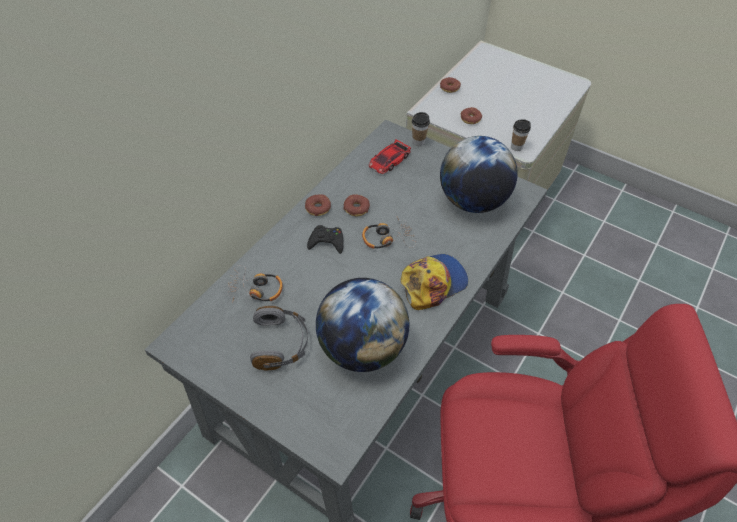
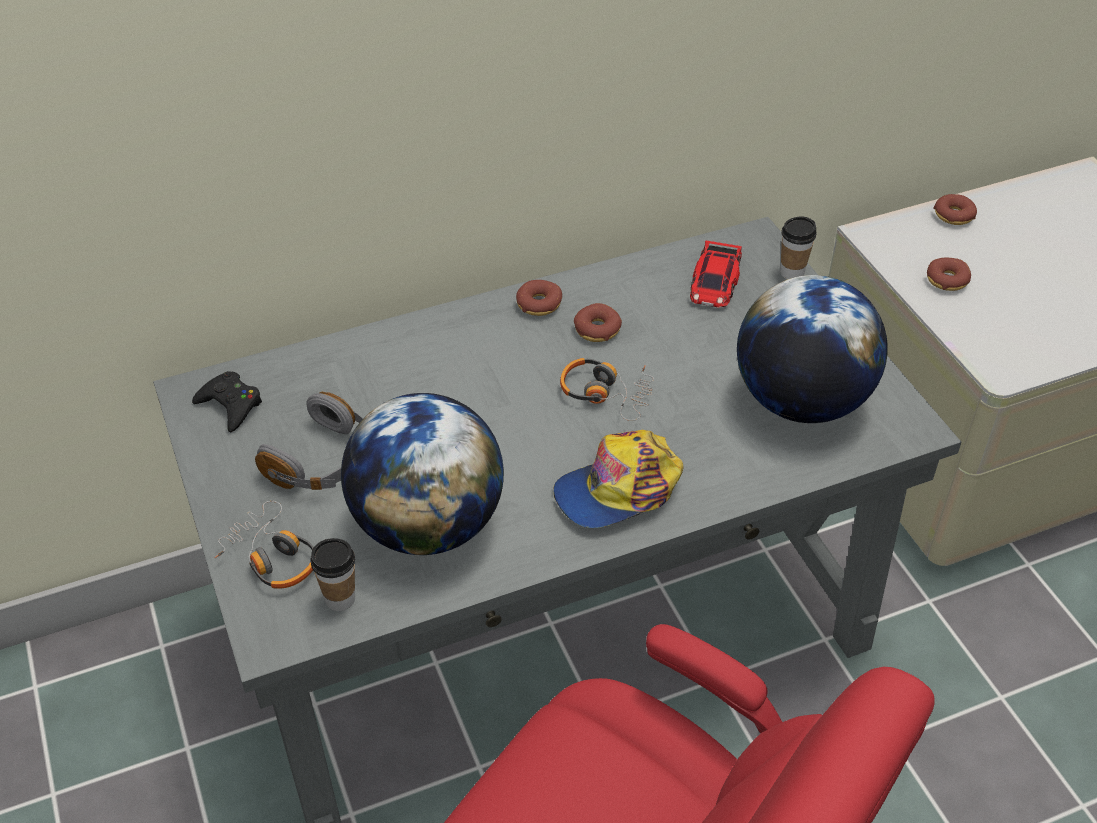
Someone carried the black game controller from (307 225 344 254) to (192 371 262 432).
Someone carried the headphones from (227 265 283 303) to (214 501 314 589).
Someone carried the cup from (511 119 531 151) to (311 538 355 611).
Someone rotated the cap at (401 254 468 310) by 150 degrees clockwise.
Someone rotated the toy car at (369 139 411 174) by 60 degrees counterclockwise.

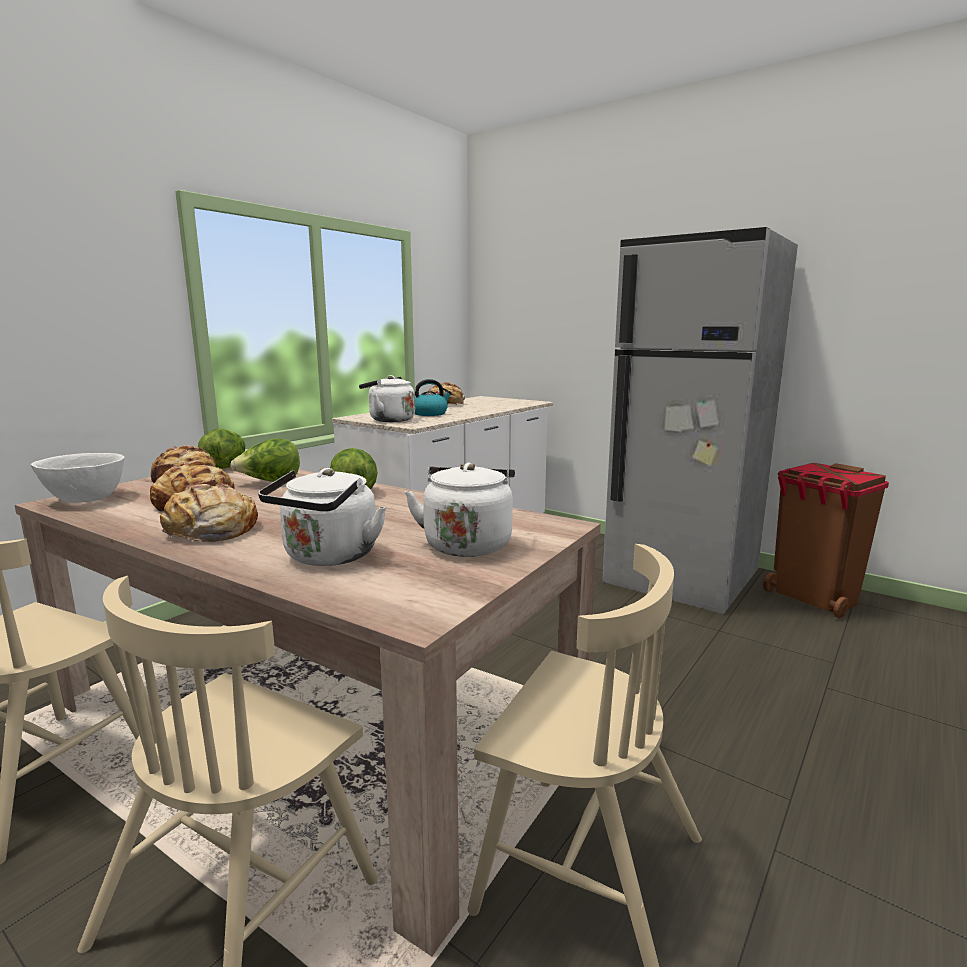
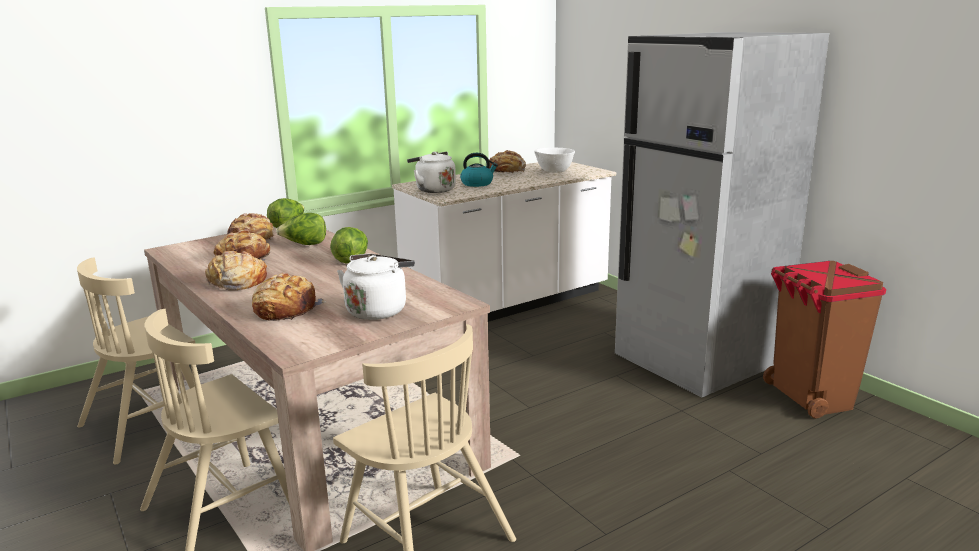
Someone swapped the white kettle at (258 468 386 566) for the bread at (252 273 326 321).
Someone carried the white bowl from (31 453 125 503) to (534 147 575 173).

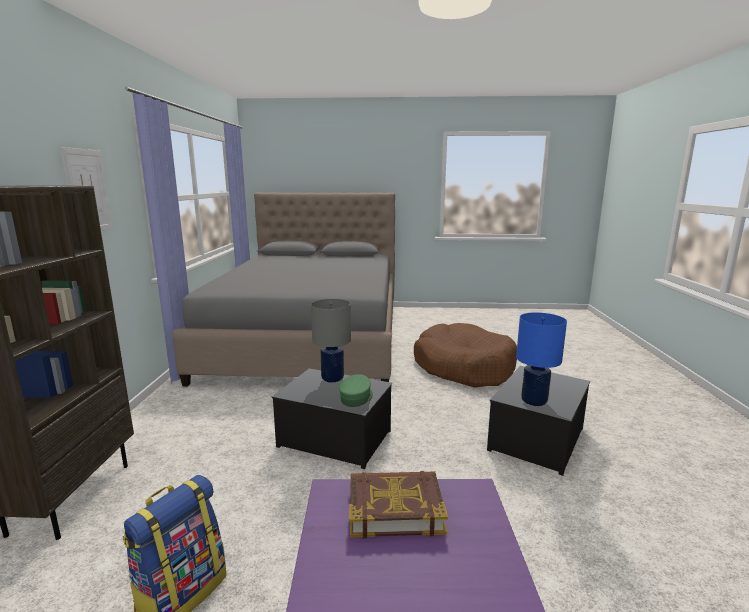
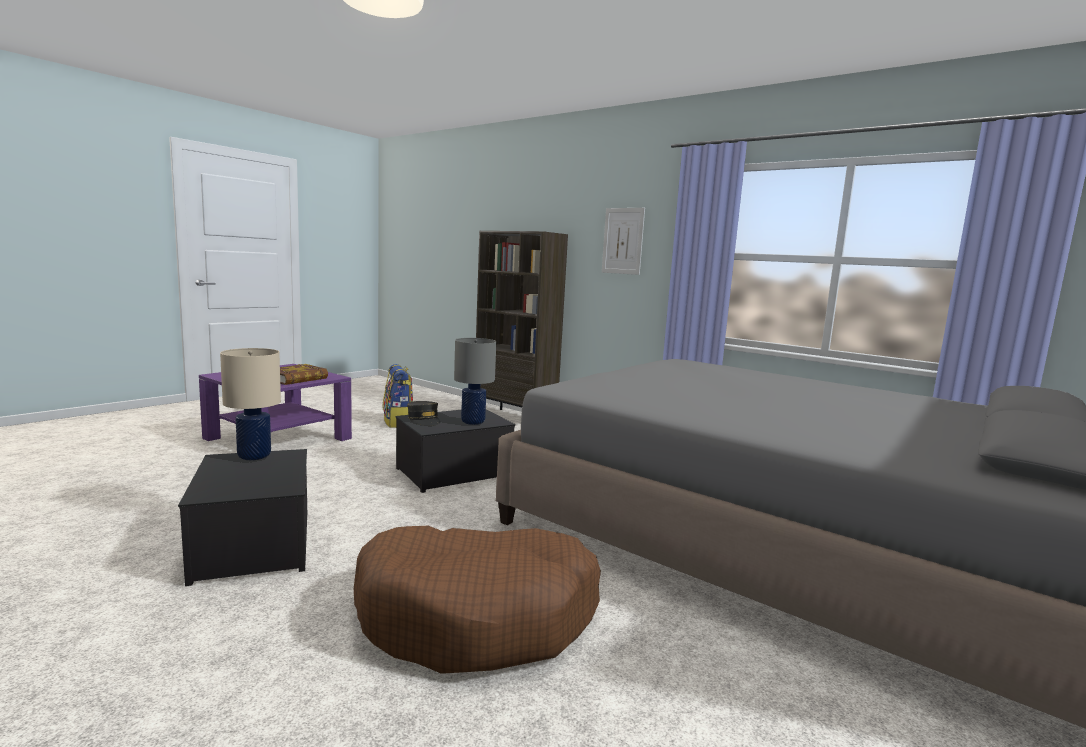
Someone repainted the blue table lamp at (516 312 567 406), which became the beige table lamp at (220 348 281 461).
Someone repainted the green cap at (339 374 373 407), which became the grey cap at (407 401 440 426).

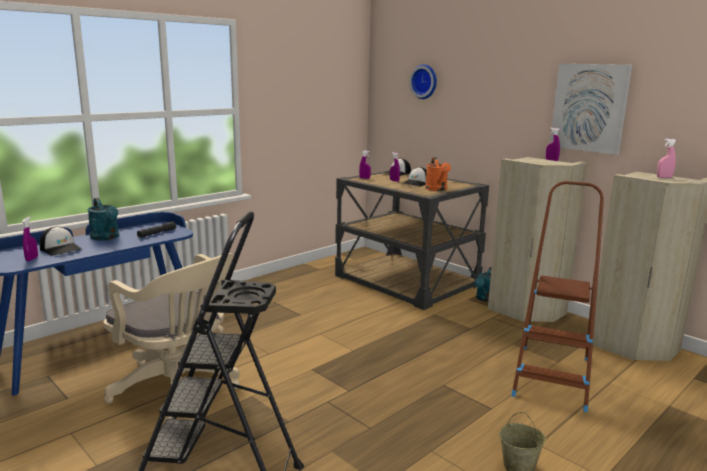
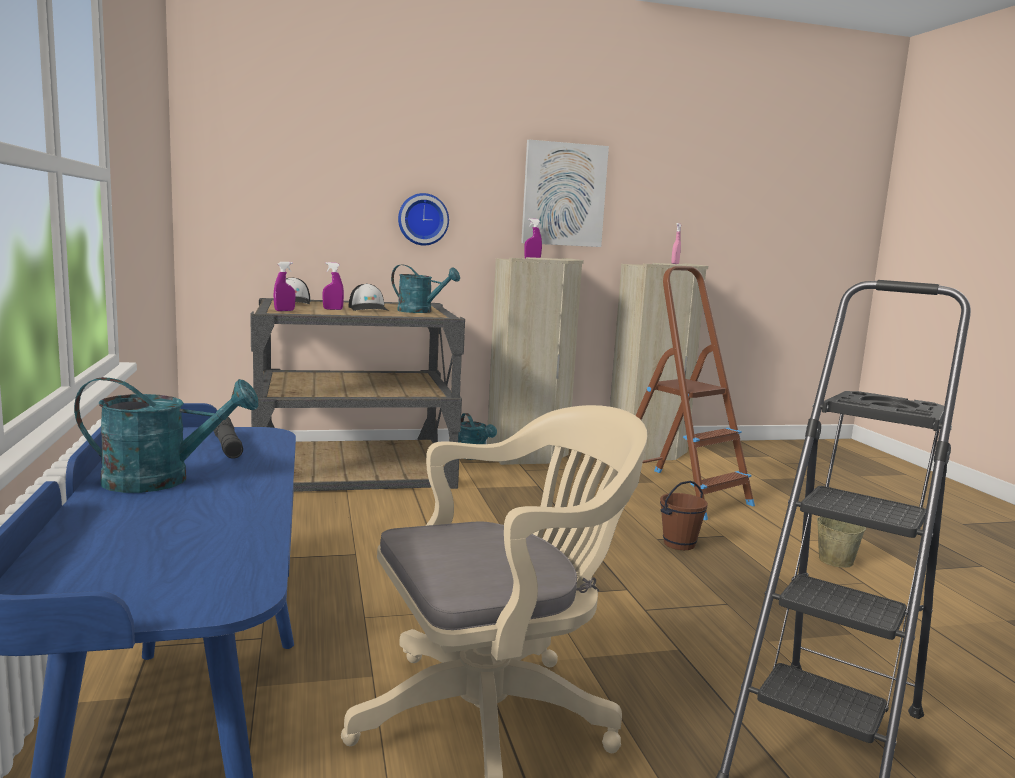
Someone repainted the orange watering can at (425 157 451 191), which became the turquoise watering can at (391 265 460 313).
Someone carried the wall clock from (409 64 437 99) to (398 193 449 245).
Someone put down the brown bucket at (660 481 708 550).
Someone took away the purple spray bottle at (22 217 38 261).
Someone took away the cap at (40 227 82 256).

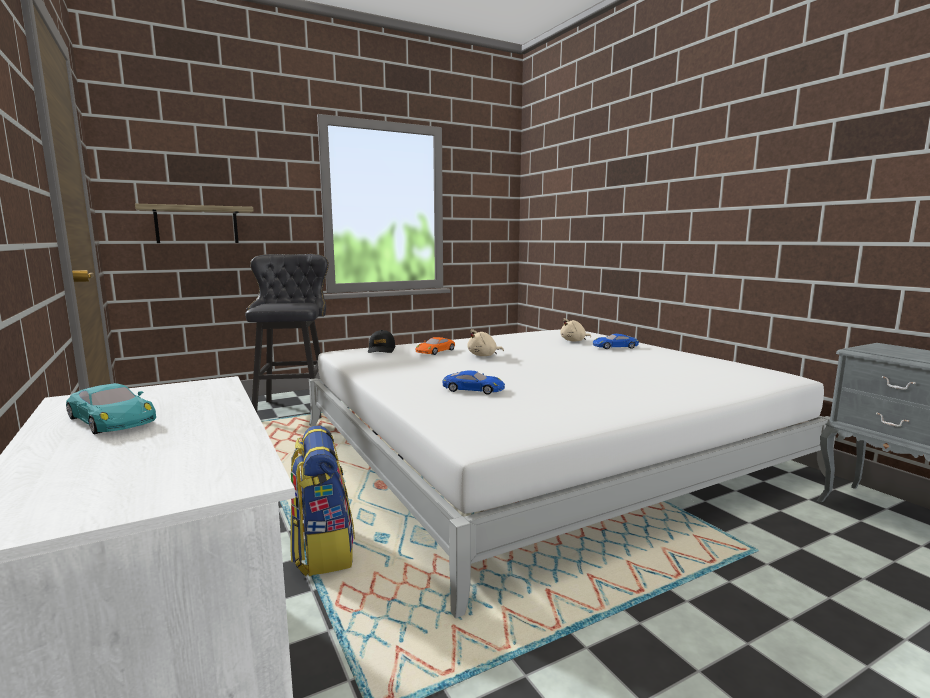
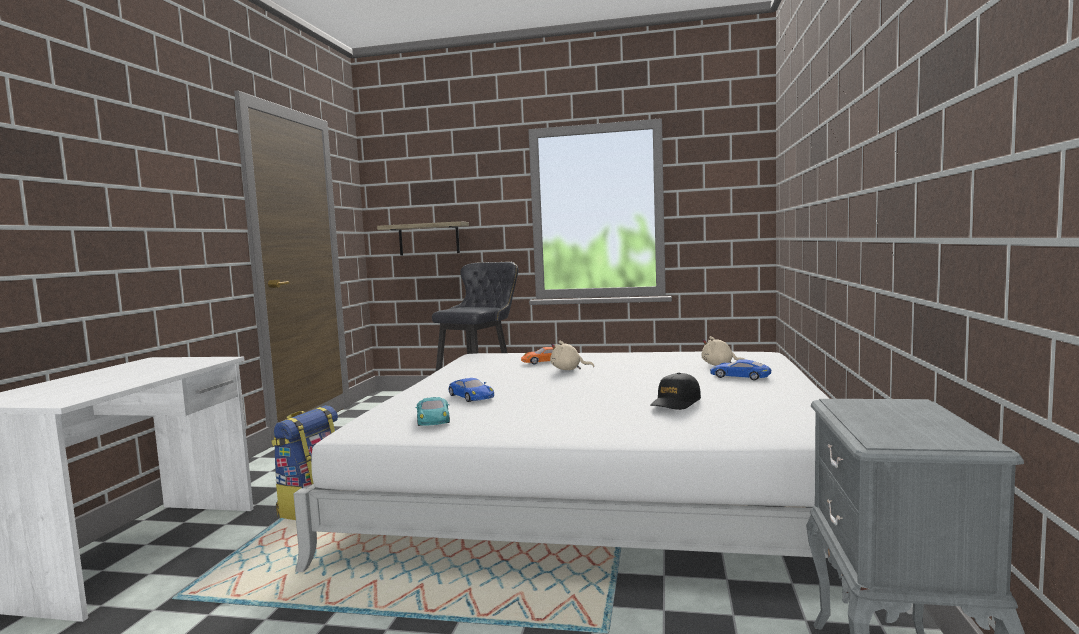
Someone carried the turquoise toy car from (66 383 156 434) to (416 397 450 426).
Someone carried the black cap from (368 330 395 353) to (650 373 701 410).

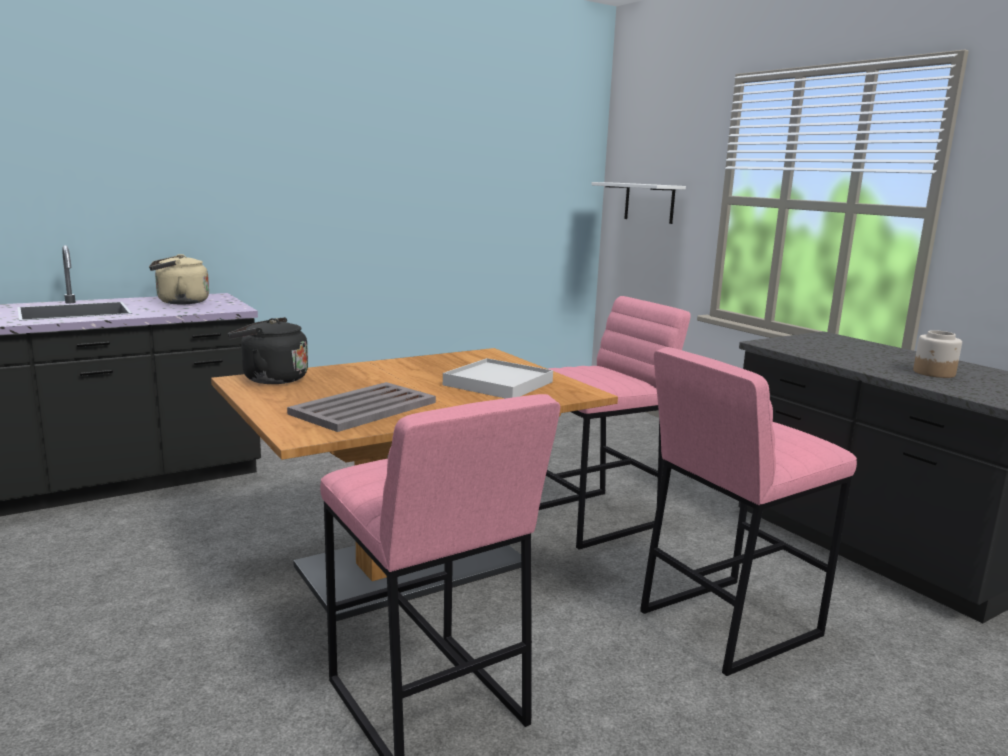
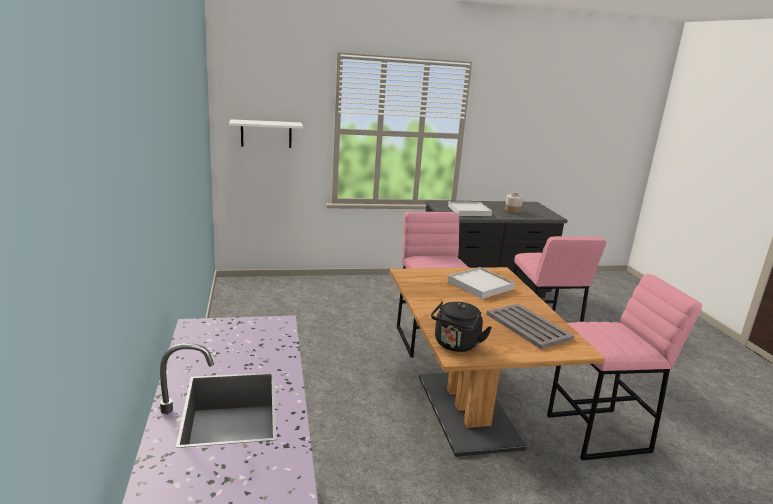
Someone put down the white tray at (448 201 492 216).
Someone took away the beige kettle at (149 254 209 304).

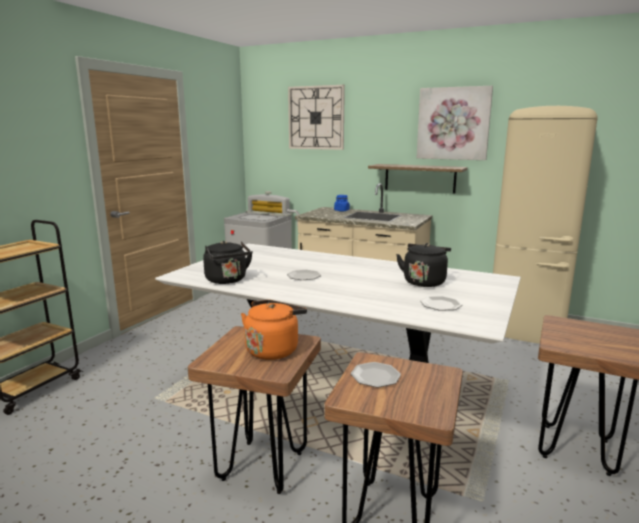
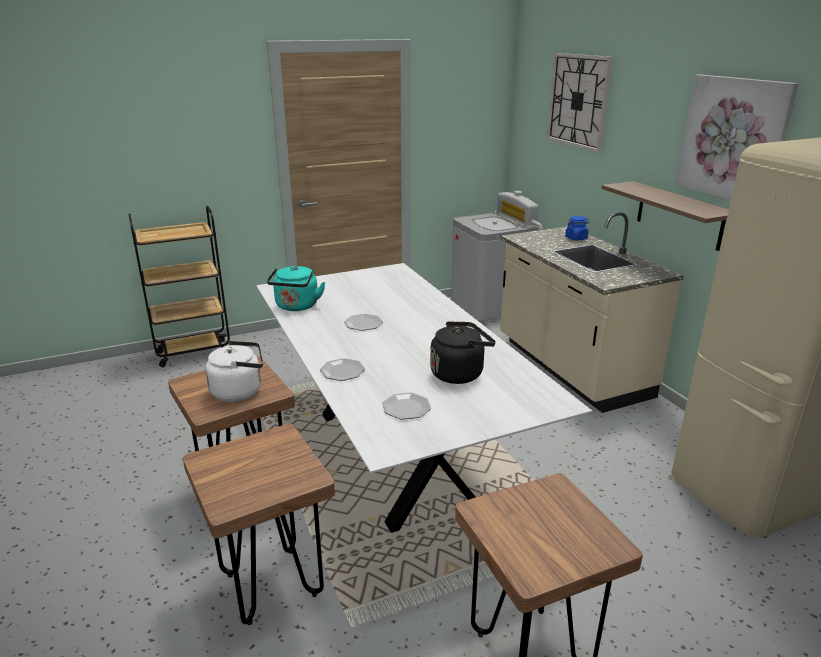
Someone repainted the orange kettle at (241 300 307 360), which became the white kettle at (205 341 263 402).
Someone repainted the black kettle at (203 241 253 284), which became the turquoise kettle at (267 266 325 311).
Someone carried the plate from (351 362 401 387) to (320 358 365 381).

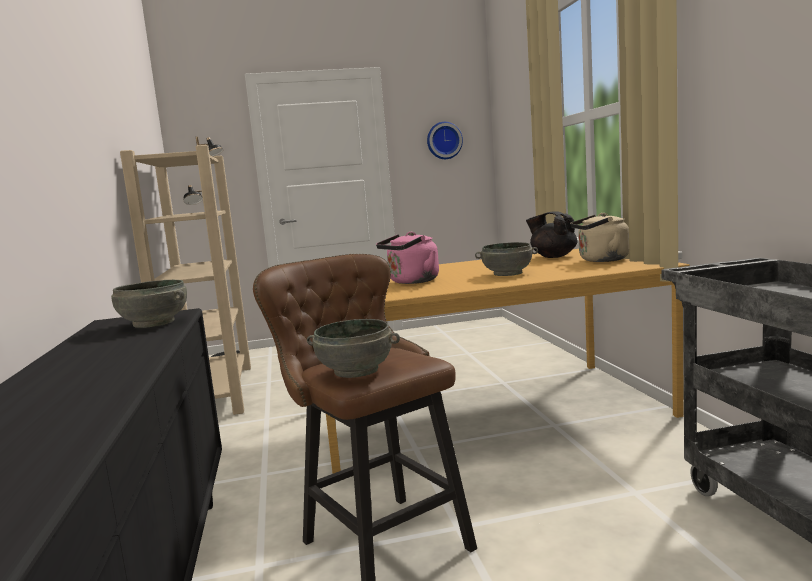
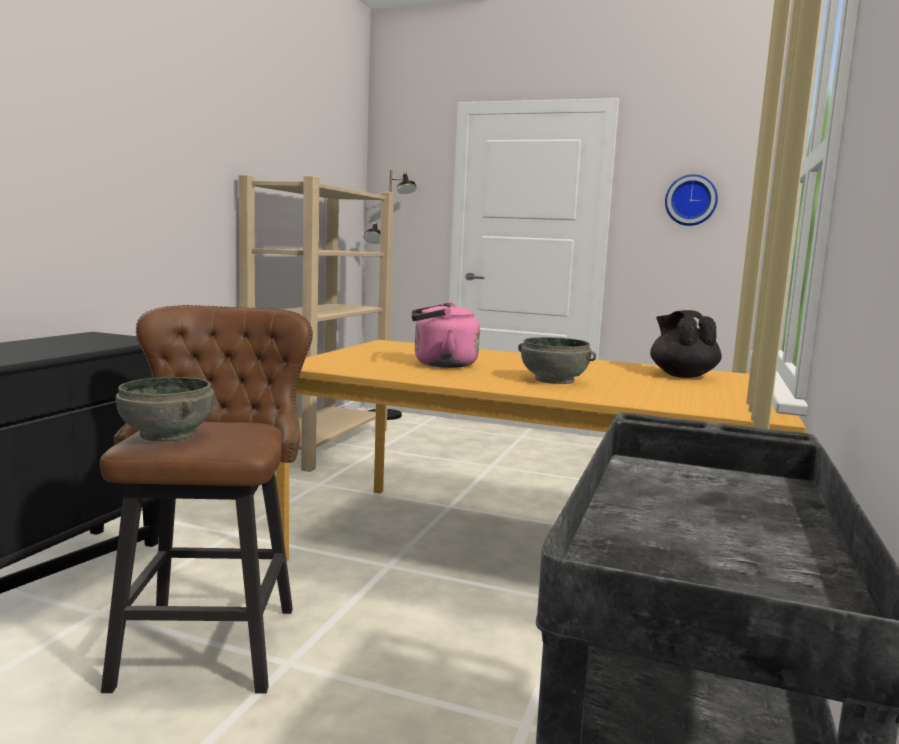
Someone took away the grey bowl at (111 280 187 328).
Someone took away the beige kettle at (570 213 629 262).

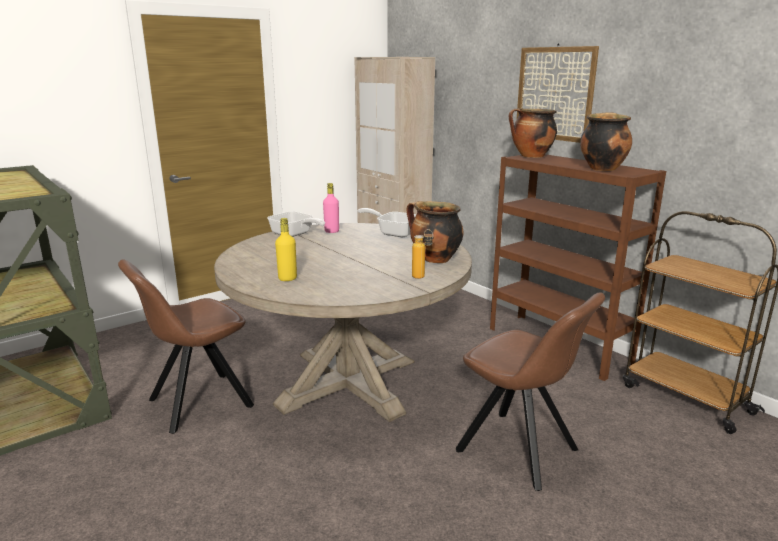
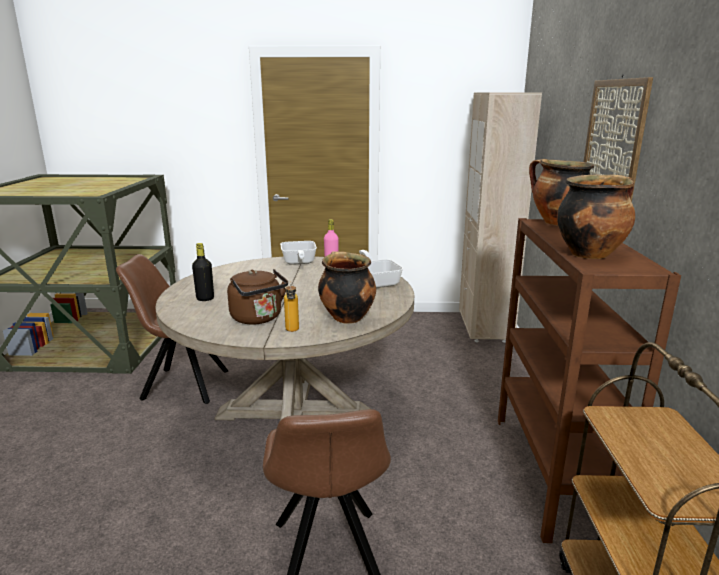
Someone repainted the yellow bottle at (275 218 297 281), which became the black bottle at (192 243 214 301).
Someone put down the brown kettle at (227 269 288 324).

